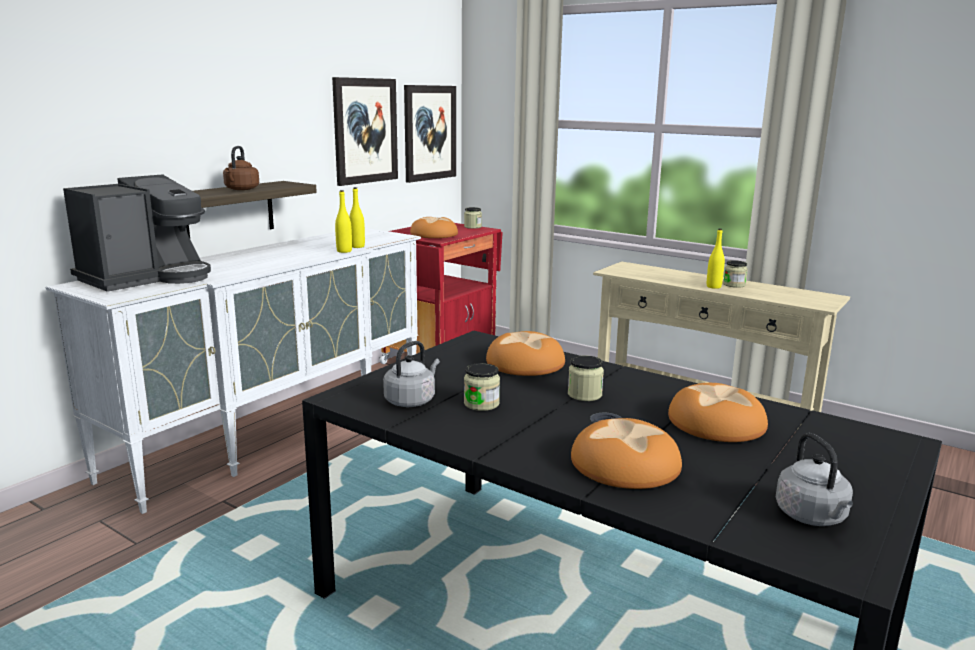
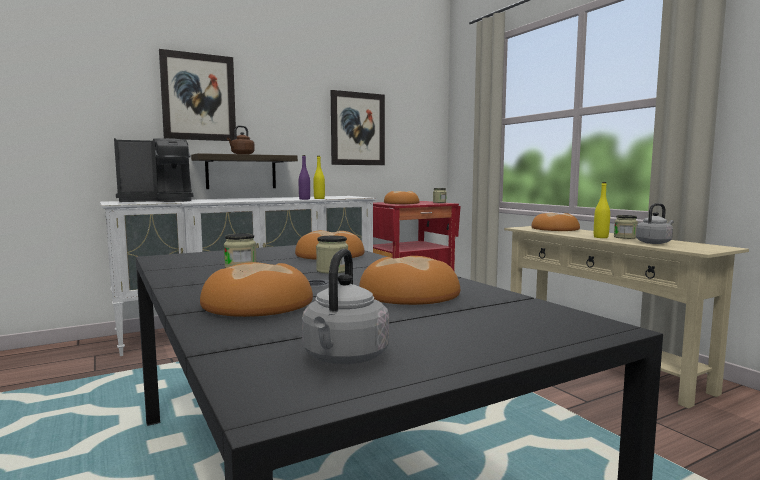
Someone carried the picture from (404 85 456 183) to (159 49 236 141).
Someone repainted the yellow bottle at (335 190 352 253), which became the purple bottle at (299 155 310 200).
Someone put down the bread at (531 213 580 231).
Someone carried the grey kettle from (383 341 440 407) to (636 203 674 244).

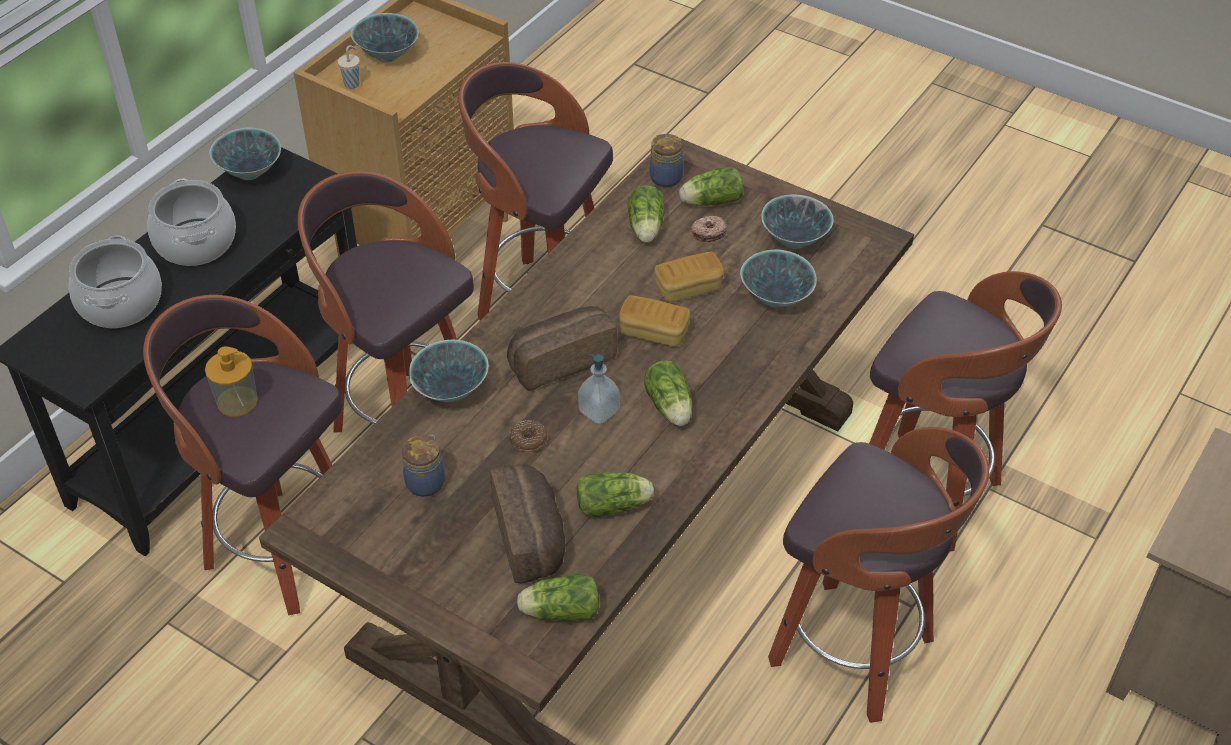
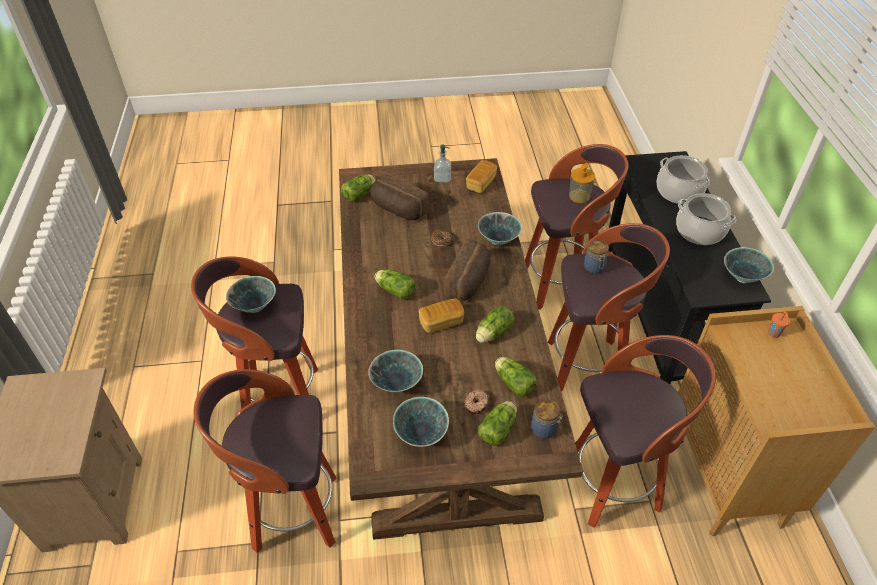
Someone carried the bowl from (351 13 419 63) to (226 276 276 313).
Someone carried the soap dispenser from (578 354 619 424) to (434 145 451 182).
Someone carried the bread from (654 252 724 302) to (466 160 497 193).
Someone carried the lettuce from (577 472 654 517) to (476 306 514 343).
Someone carried the jar from (402 435 445 497) to (584 240 609 274).
Someone repainted the beige cup at (338 45 360 89), which became the orange cup at (768 312 790 338).

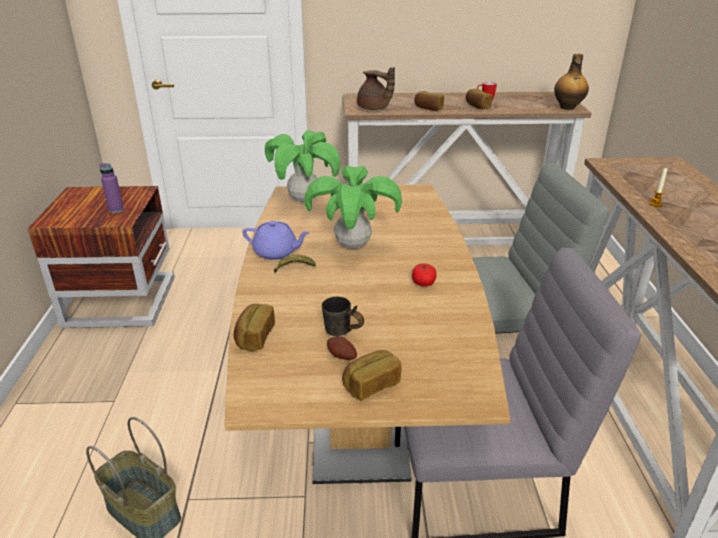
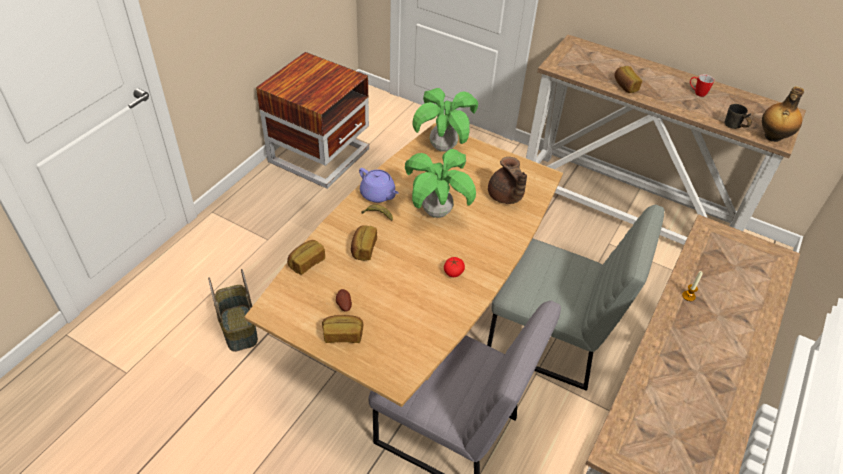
Someone carried the bread from (466 89 492 109) to (351 225 377 261).
Someone carried the brown teapot from (357 67 395 110) to (488 157 527 204).
Someone carried the grey mug from (322 297 364 336) to (724 104 752 129).
Someone took away the purple bottle at (99 163 124 213).

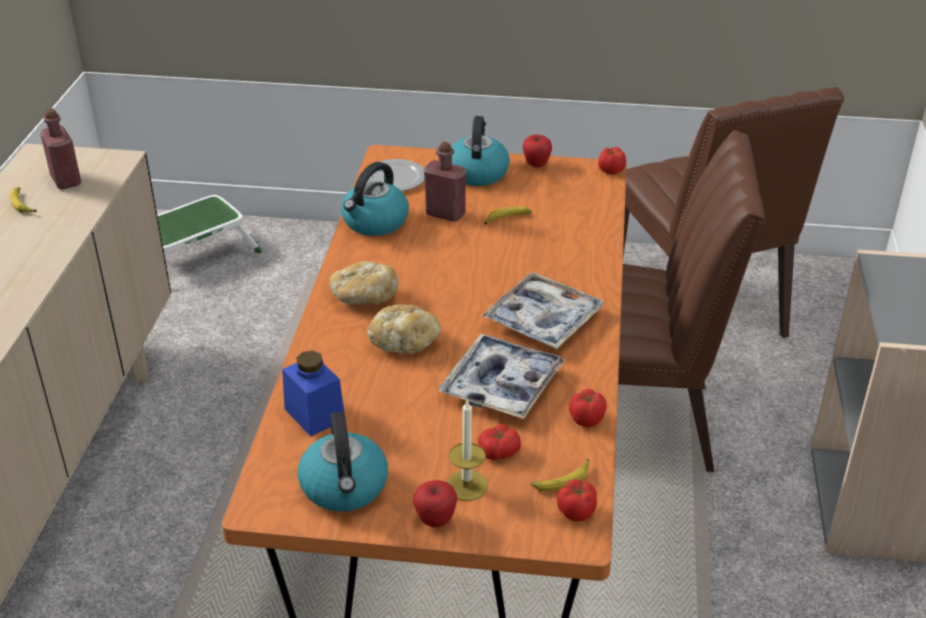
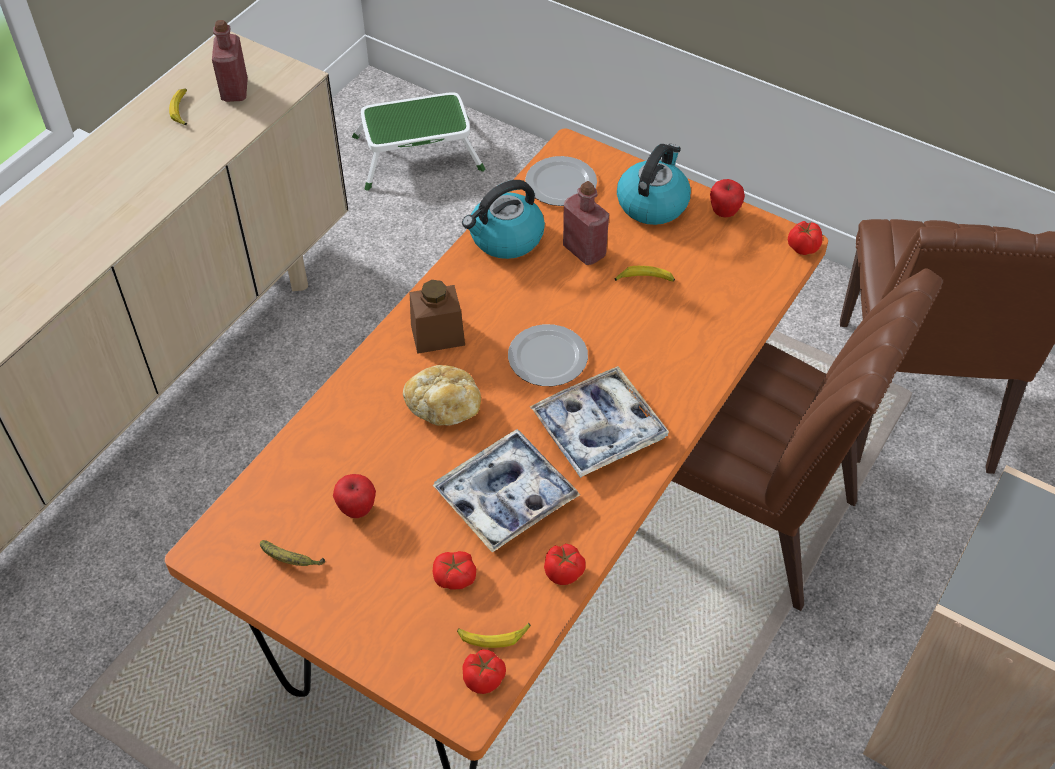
Someone swapped the kettle at (298 412 388 512) for the banana at (260 540 325 566).
Someone carried the apple from (413 480 457 527) to (333 474 376 518).
Someone swapped the bread at (329 261 399 305) for the brown jar at (410 280 465 354).
Someone put down the plate at (508 324 588 386).
Someone took away the blue jar at (282 350 345 437).
Someone took away the candle at (446 399 488 501).

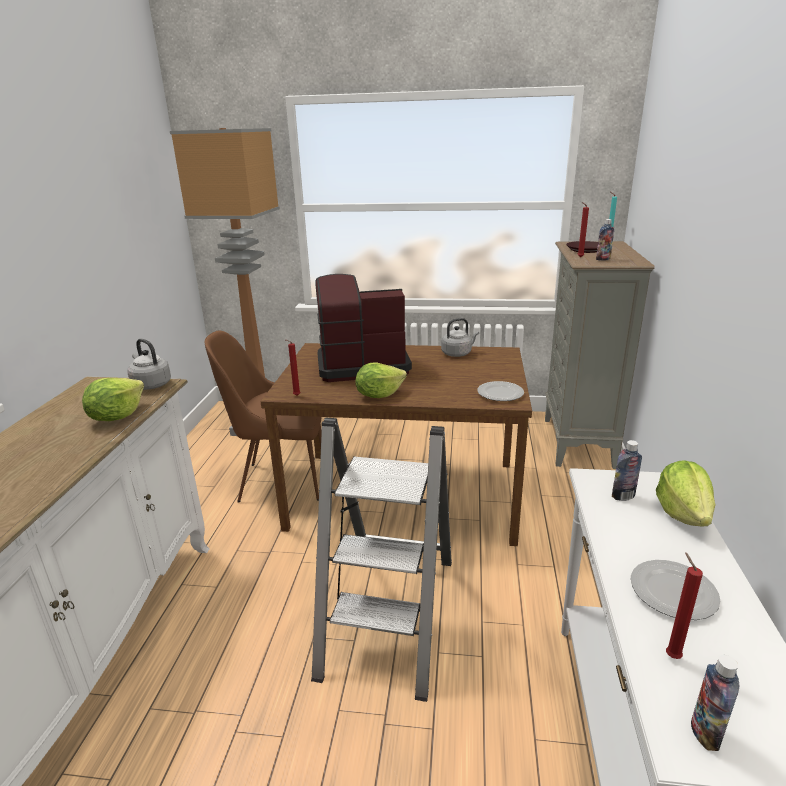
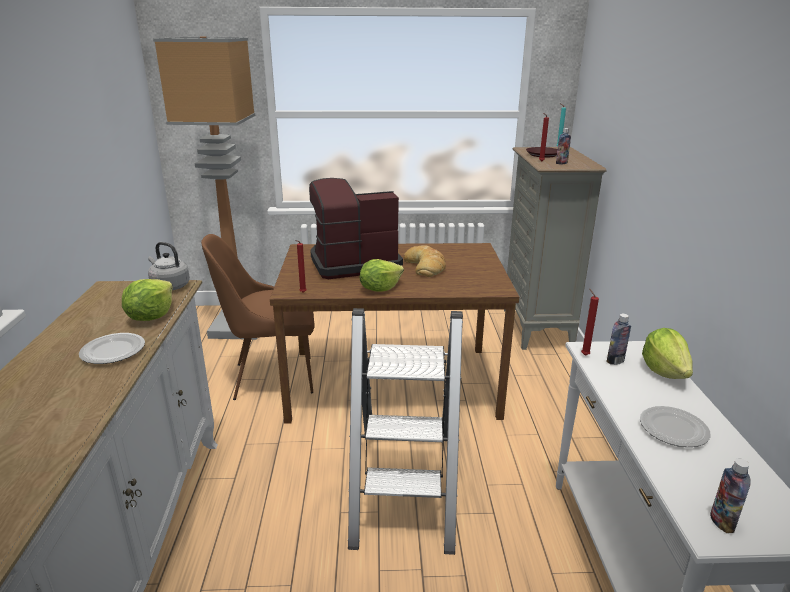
Someone carried the plate from (477 381 524 401) to (79 333 145 364).
Someone put down the bread at (404 245 446 277).
Someone carried the red candle from (666 552 703 659) to (581 288 599 356).
Someone took away the grey kettle at (441 318 479 357).

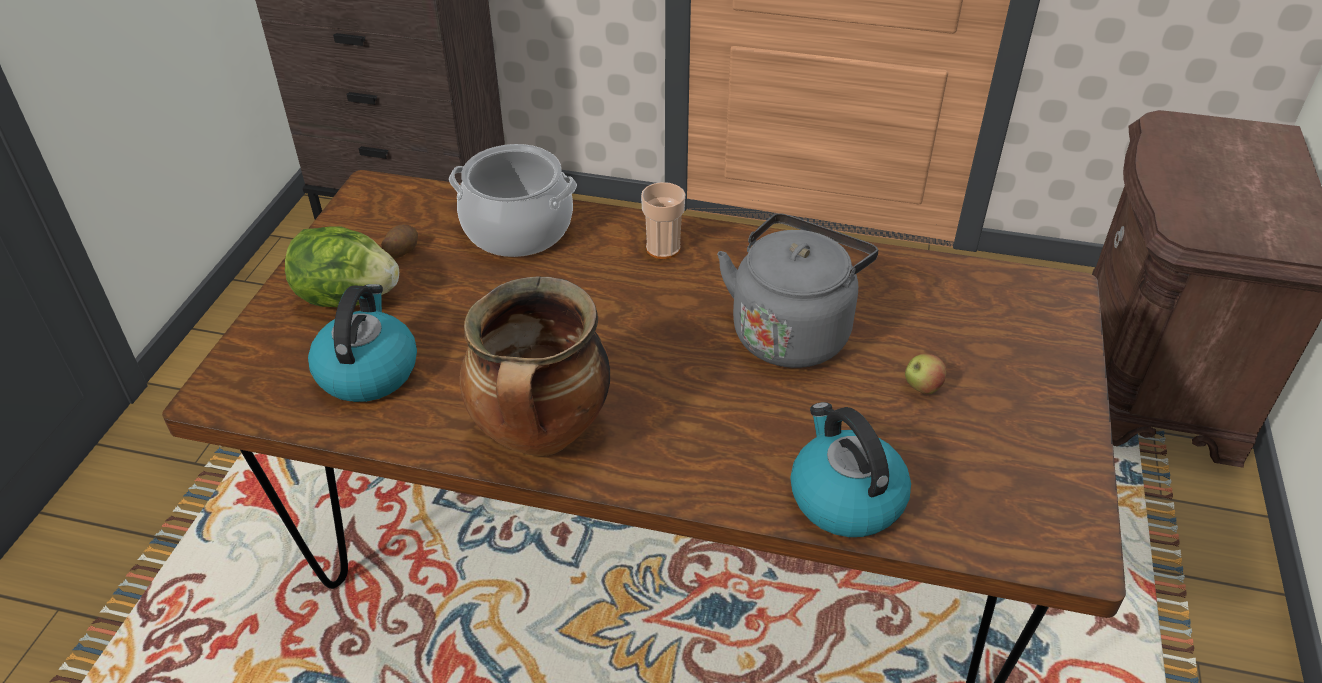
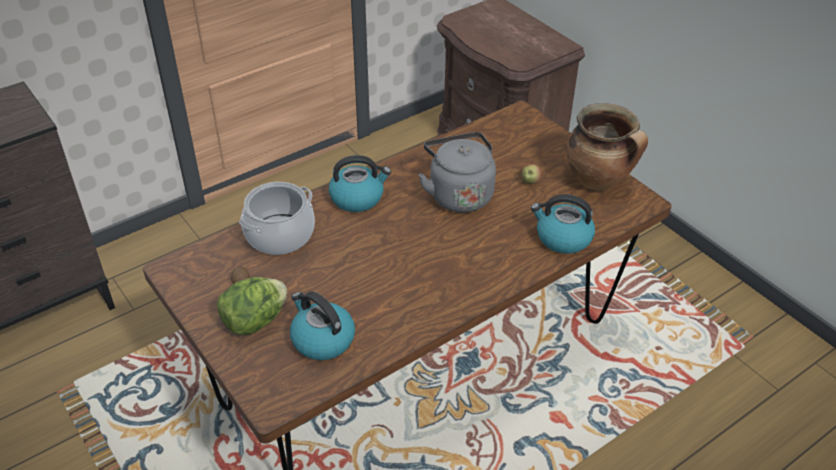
Someone swapped the cup at (641 182 685 259) for the kettle at (329 155 391 212).
Someone carried the cooking pot from (460 276 610 456) to (566 103 648 191).

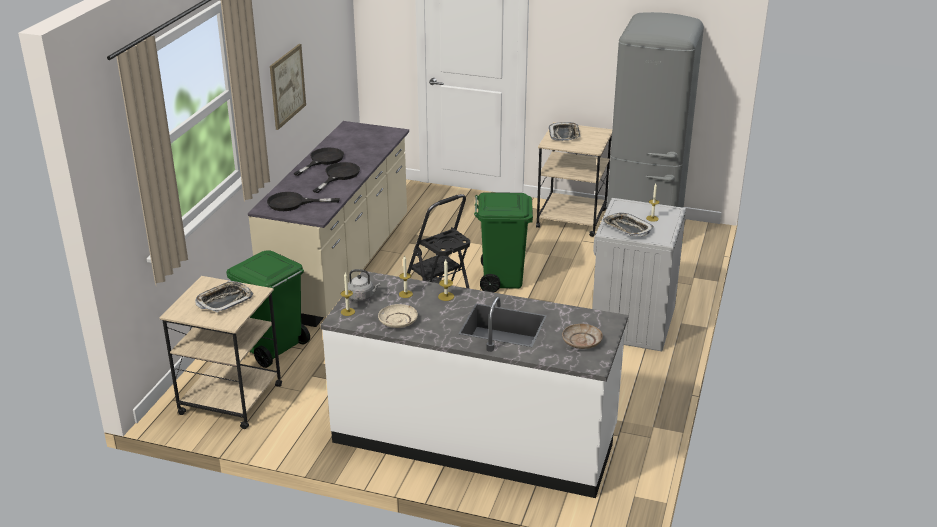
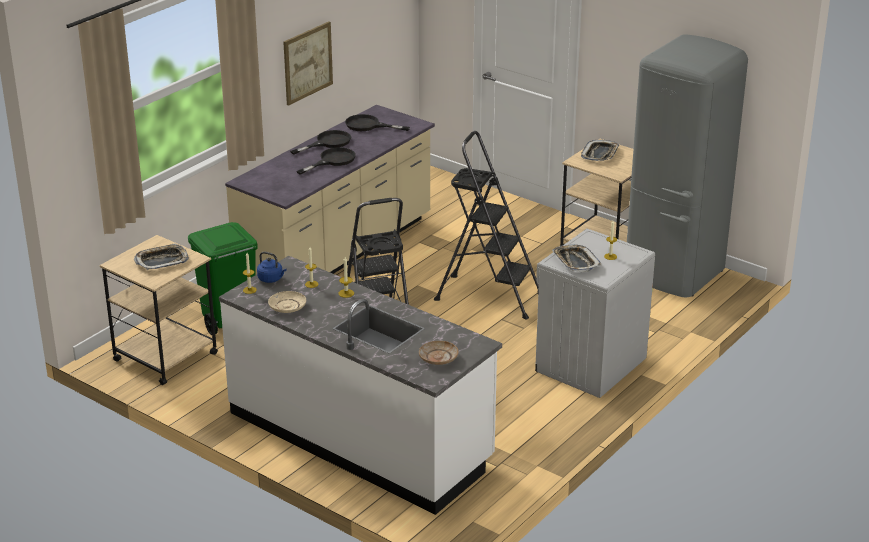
Someone repainted the grey kettle at (348 269 380 301), which became the blue kettle at (257 252 287 283).
Someone carried the black frying pan from (267 192 340 211) to (345 114 410 131).
Someone swapped the green trash can at (474 192 533 293) for the step ladder at (434 131 539 320).

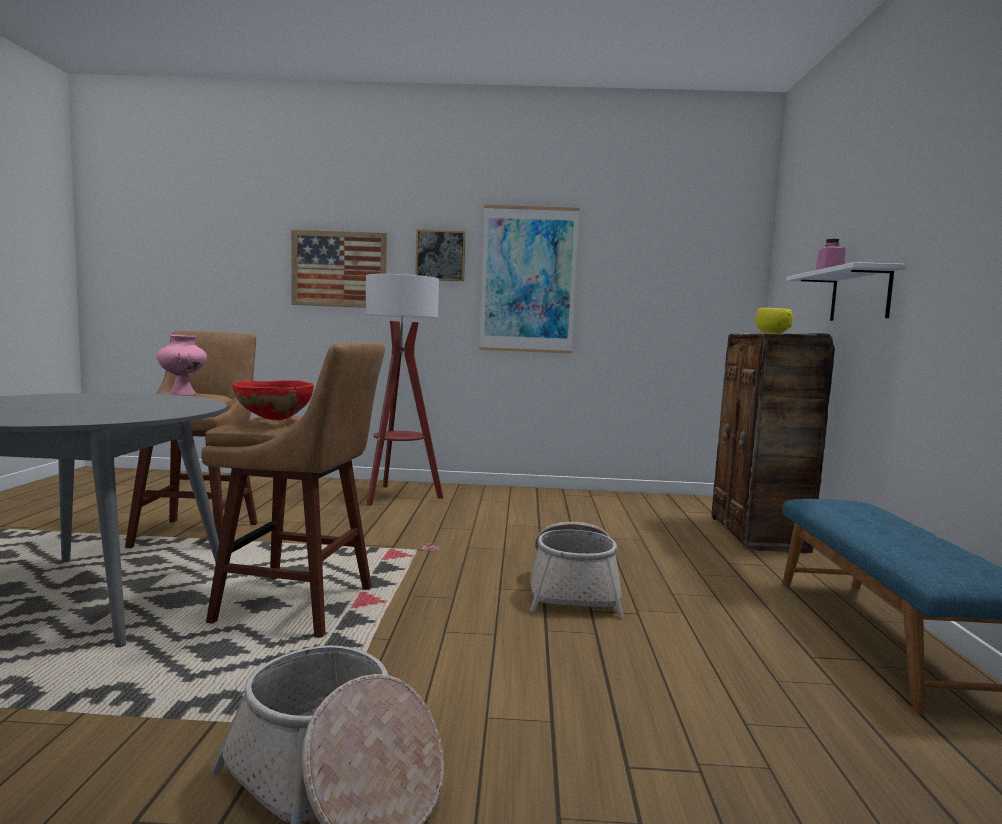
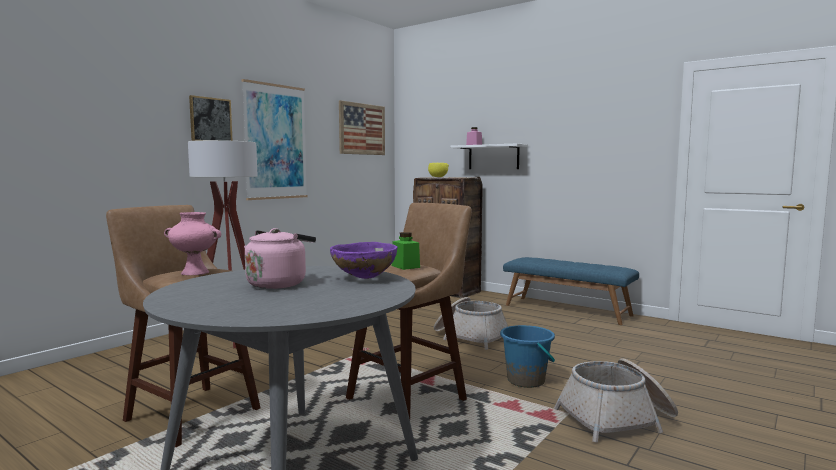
Someone put down the pink kettle at (244 228 316 289).
Someone put down the purple bowl at (330 242 398 279).
Someone carried the picture from (291 229 387 308) to (339 100 385 155).
Someone swapped the red bowl at (232 380 314 421) for the green jar at (392 232 420 270).
Someone put down the blue bucket at (500 325 555 388).

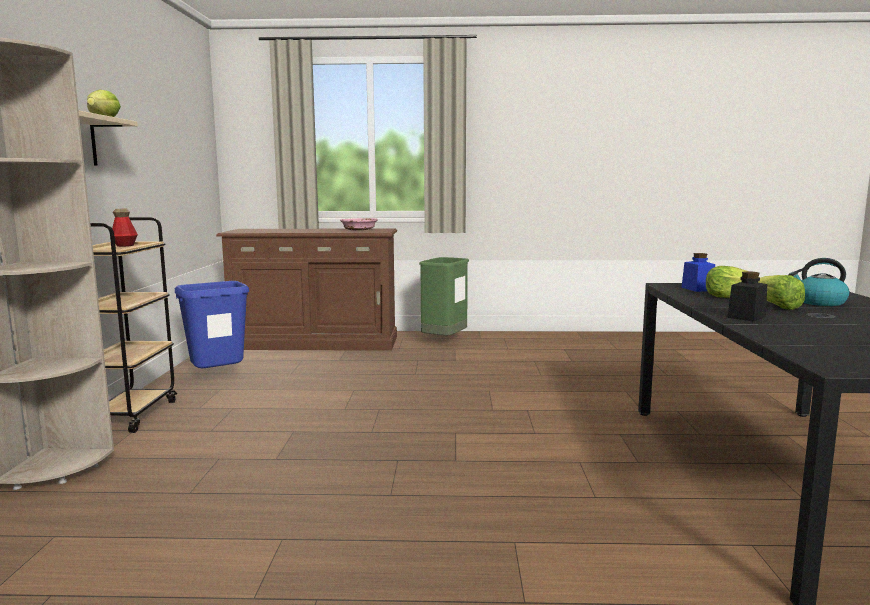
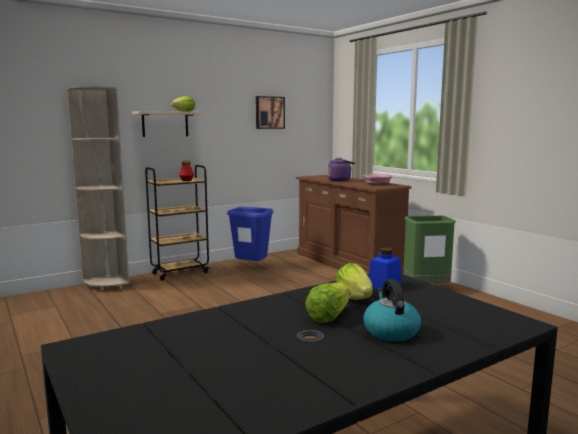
Someone put up the picture at (256 96 285 129).
Someone put down the purple kettle at (327 158 355 181).
Someone took away the black jar at (727 271 767 322).

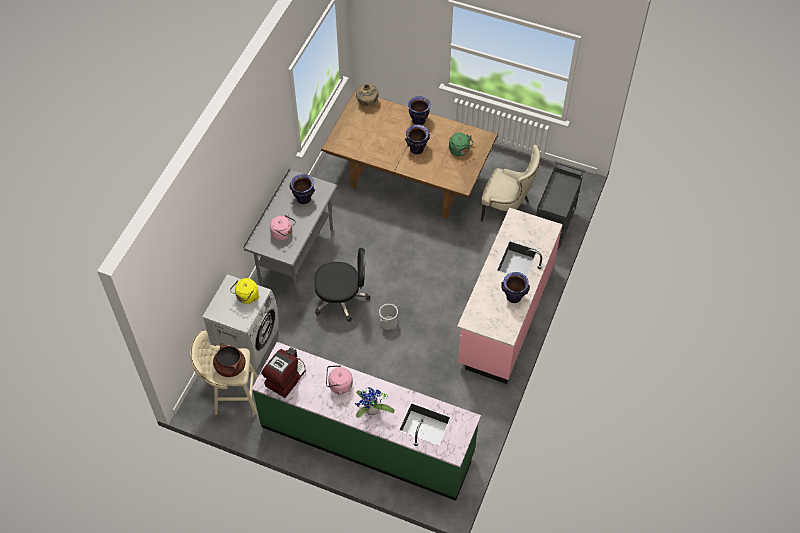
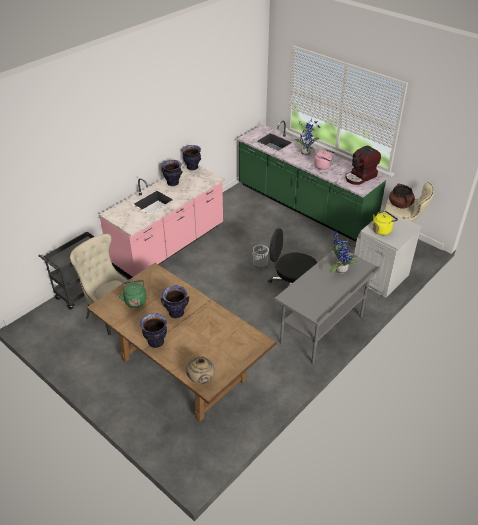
Someone carried the vase from (290 174 316 204) to (182 145 201 170).
Someone swapped the pink kettle at (270 214 295 241) for the potted plant at (329 231 357 274).

